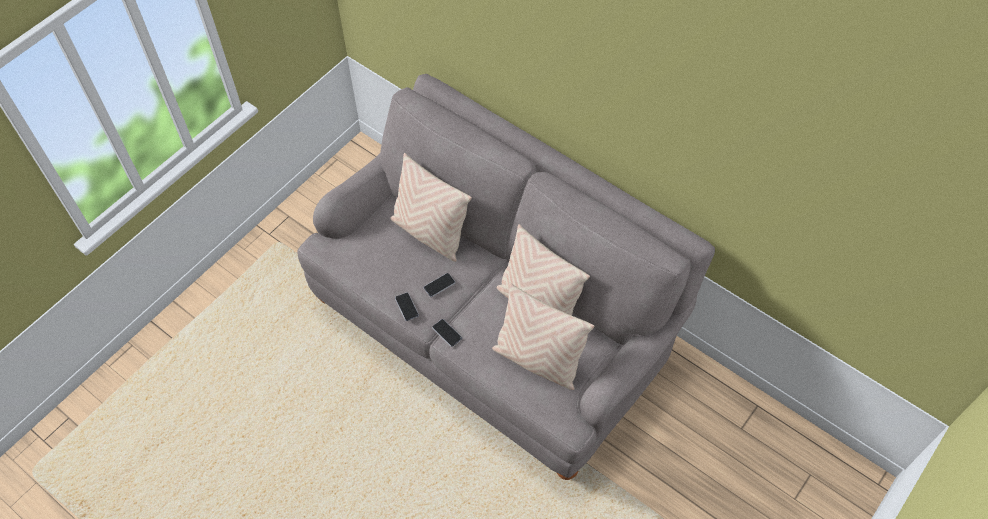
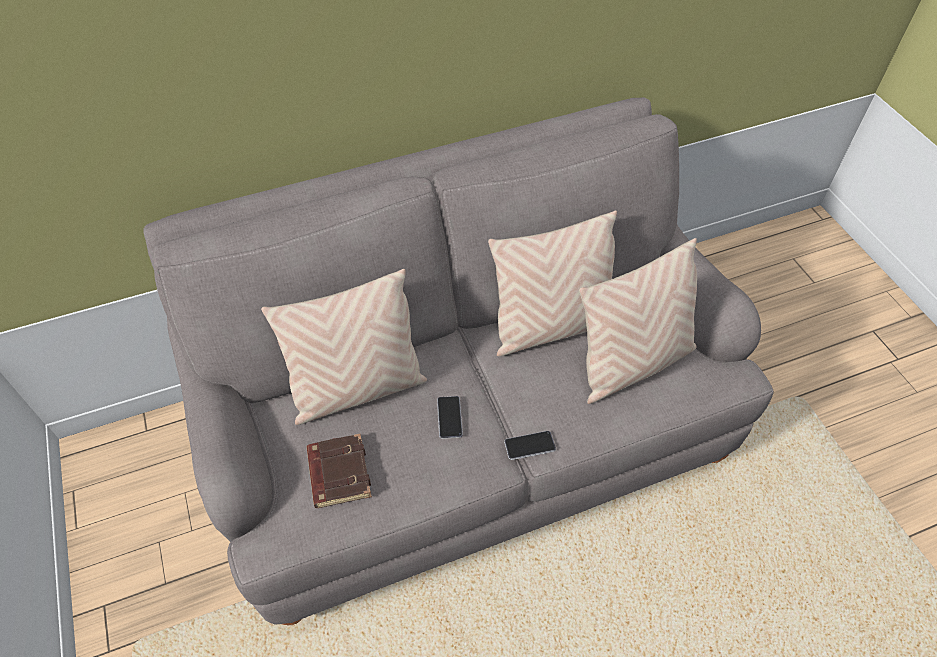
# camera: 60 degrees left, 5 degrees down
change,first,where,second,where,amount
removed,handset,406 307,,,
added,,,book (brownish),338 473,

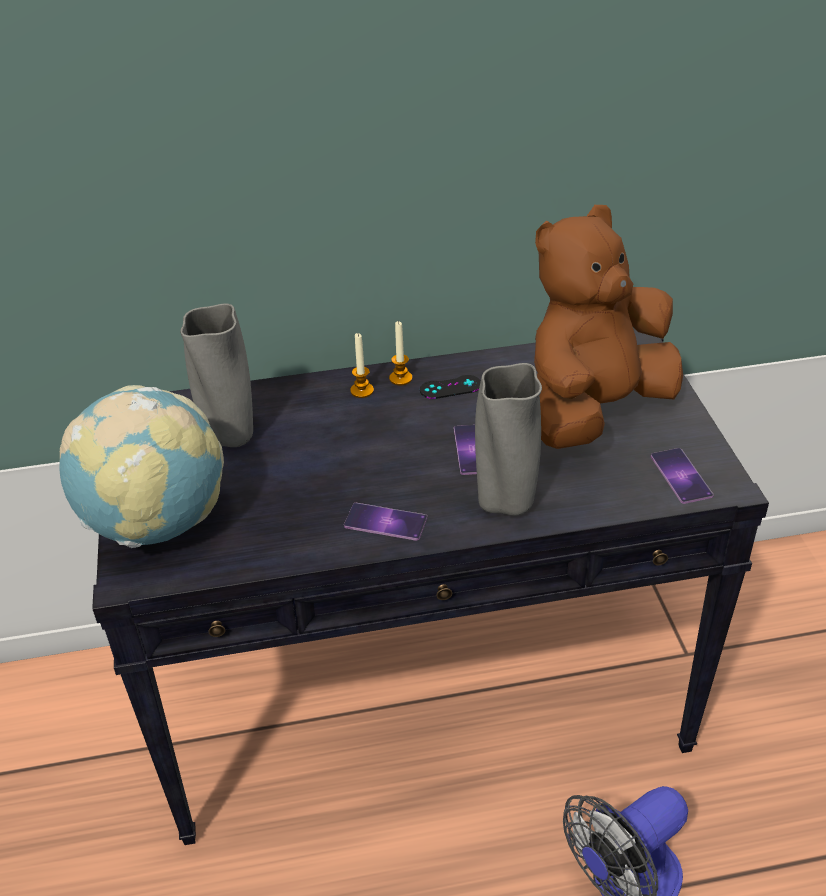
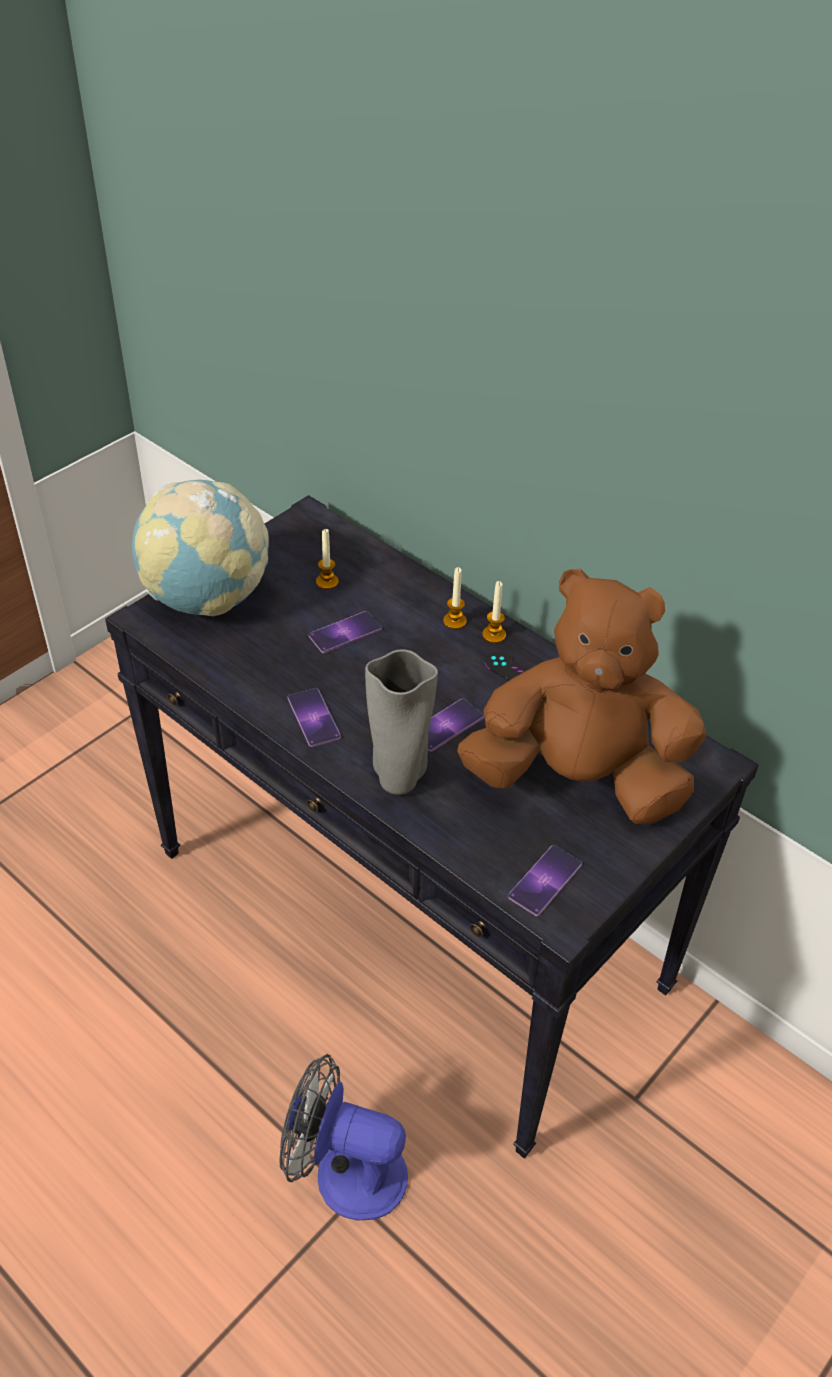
# camera: 50 degrees right, 5 degrees up
change,first,where,second,where,amount
added,,,handset,345 632,
replaced,decorative vase (greyish),229 438,candle,327 582,

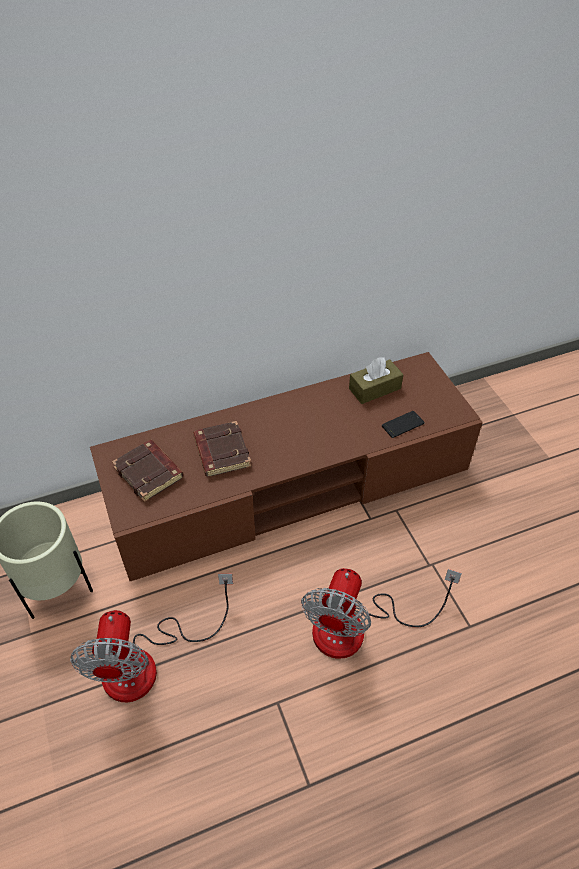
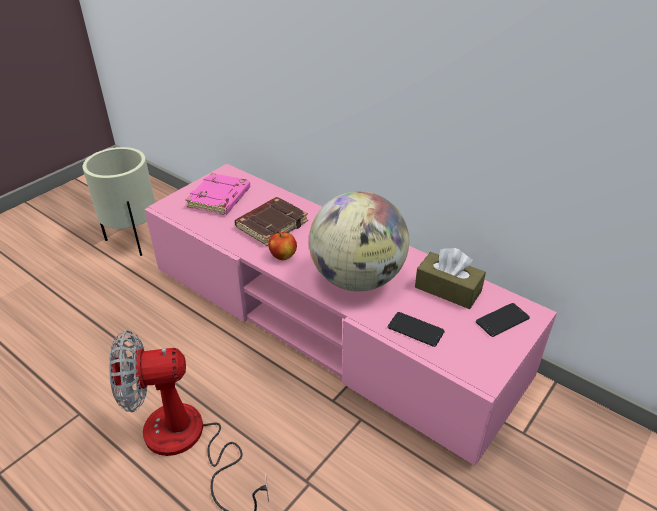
# camera: 60 degrees right, 10 degrees down
change,first,where,second,where,amount
removed,electric fan,148 662,,,
added,,,whole apple,283 256,
added,,,globe,357 279,
added,,,handset,502 320,
recoloured,media console (brownish),289 484,media console (pink-coloured),328 321,
recoloured,book (brownish),150 473,book (pink-coloured),220 199,

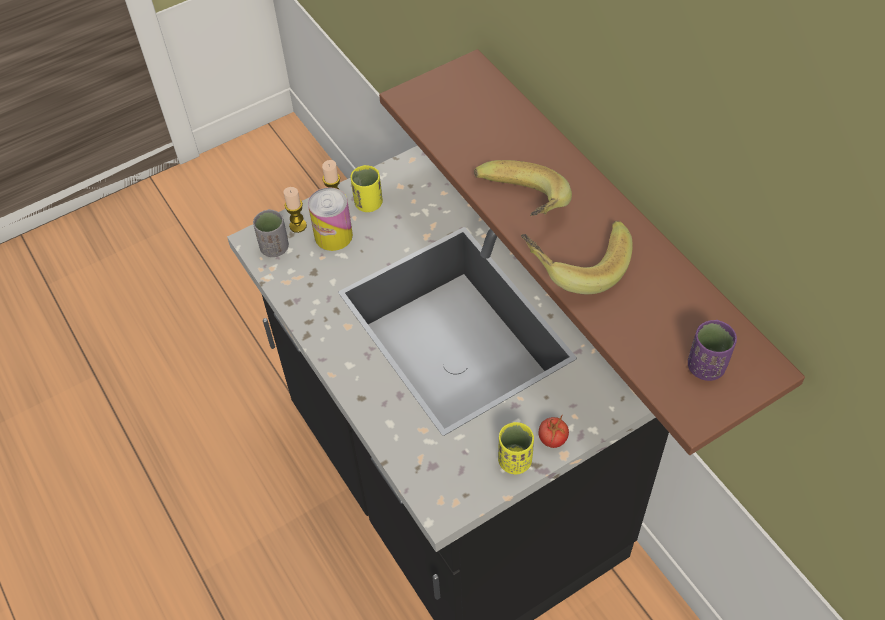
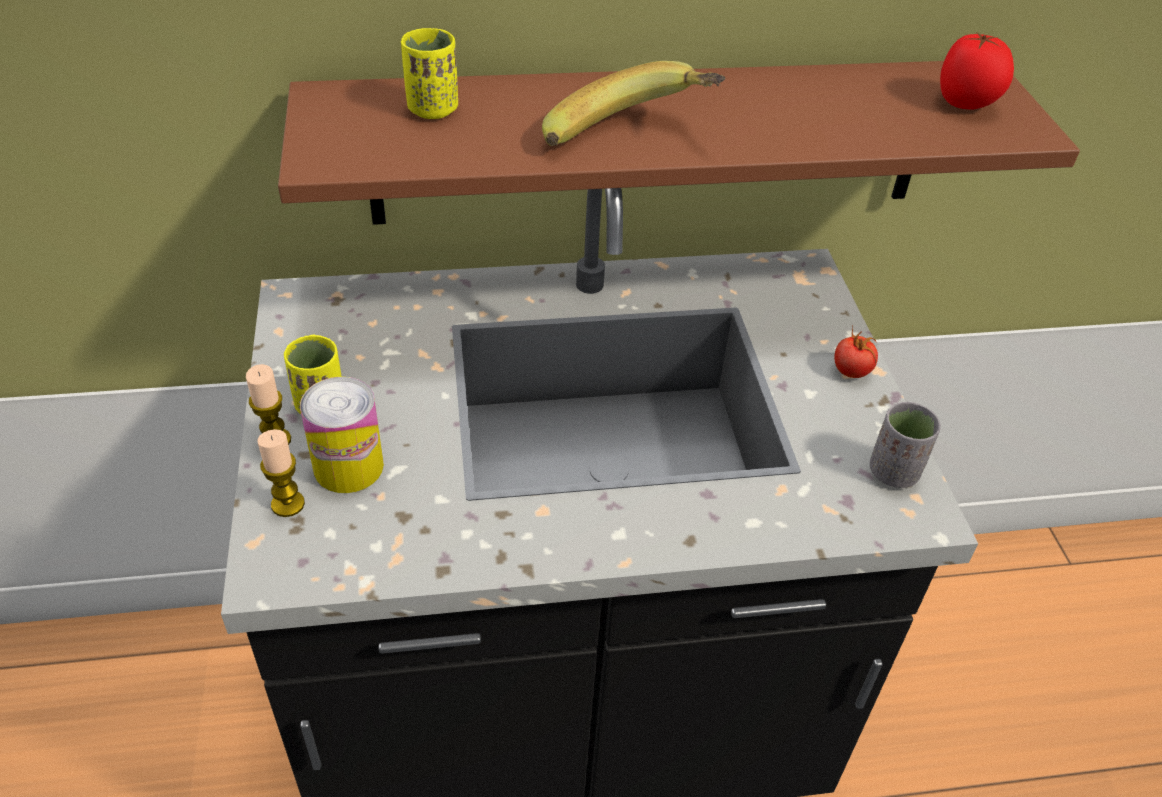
# camera: 70 degrees left, 10 degrees down
change,first,where,second,where,amount
removed,banana,575 264,,,
moved,cup (greyish),274 248,,894 472,
moved,cup (yellow),515 461,,432 109,
replaced,cup (purple),706 367,tomato,965 104,

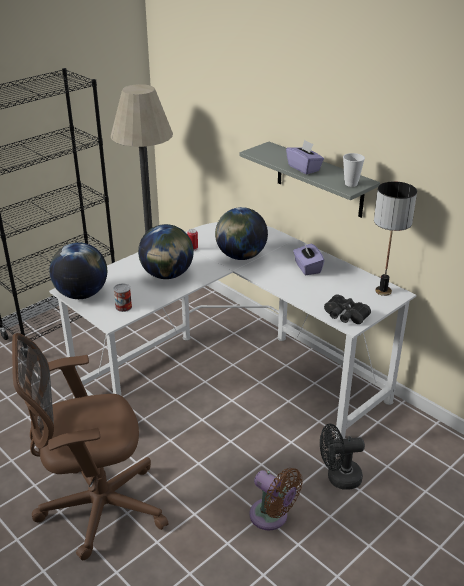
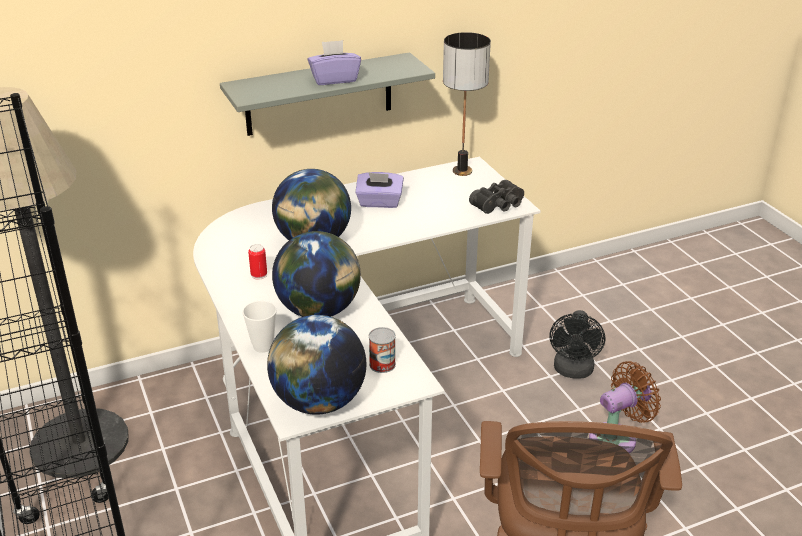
# camera: 70 degrees left, 0 degrees up
change,first,where,second,where,amount
moved,cup,351 184,,263 346,

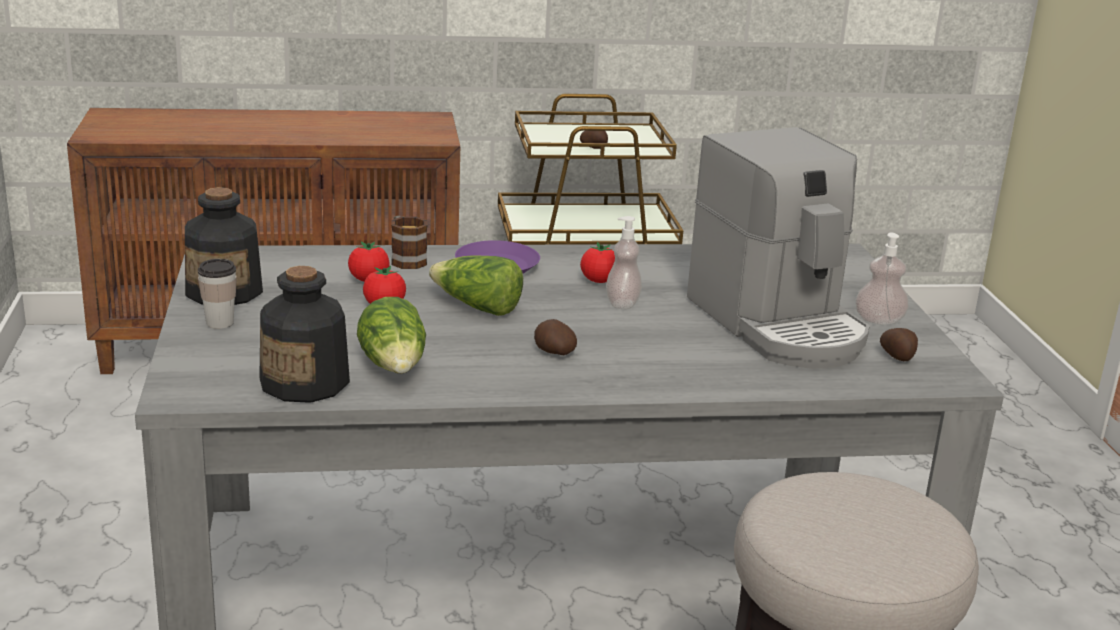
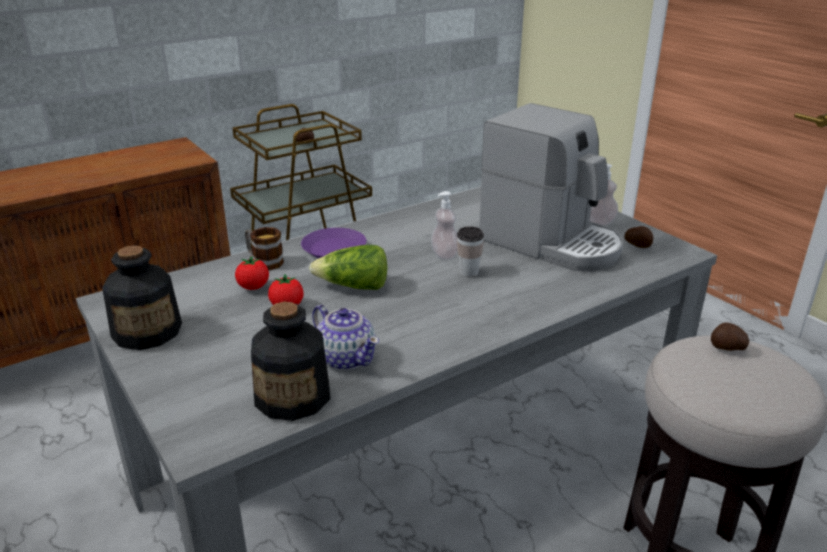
# camera: 25 degrees left, 5 degrees up
change,first,where,second,where,amount
removed,tomato,599 281,,,
moved,cup,220 323,,468 272,
moved,whole potato,553 353,,726 348,
replaced,head of lettuce,394 367,pot for tea,346 358,

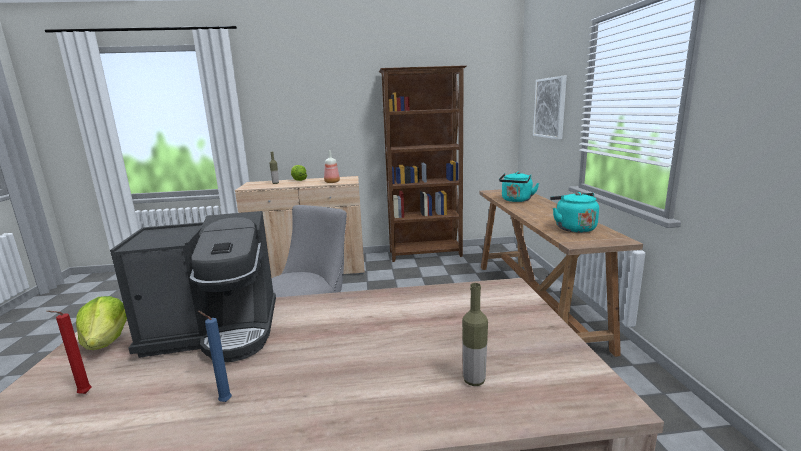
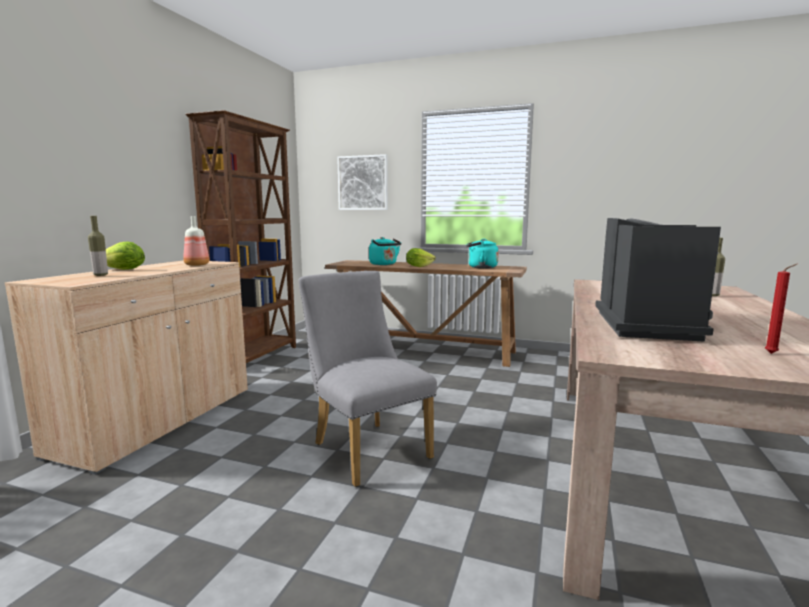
# camera: 65 degrees left, 5 degrees down
change,first,where,second,where,amount
removed,candle (blue-coloured),223 401,,,
moved,head of lettuce,107 342,,418 266,

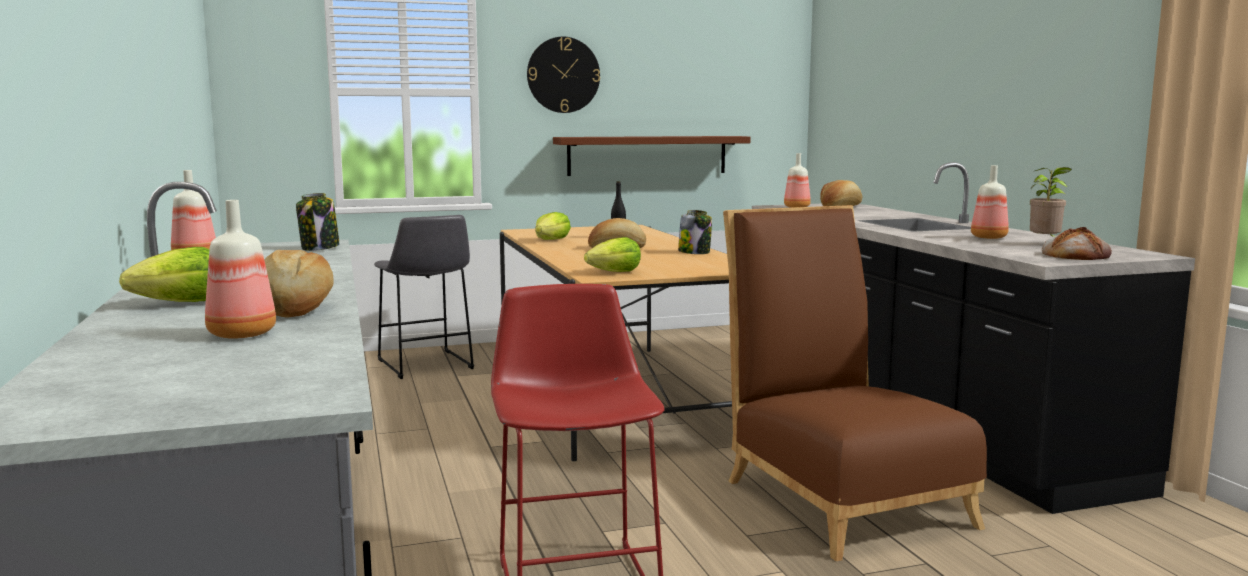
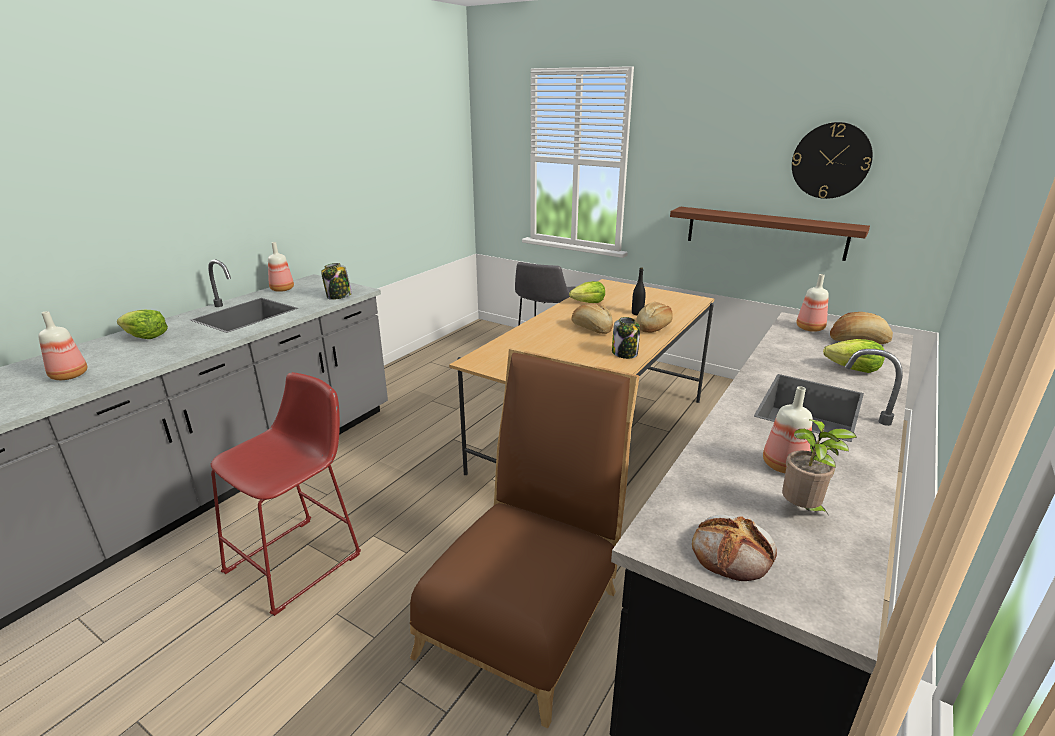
# camera: 50 degrees right, 15 degrees up
change,first,where,second,where,amount
moved,bread,293 309,,653 327,
moved,wall clock,563 75,,831 161,
moved,head of lettuce,615 272,,853 369,

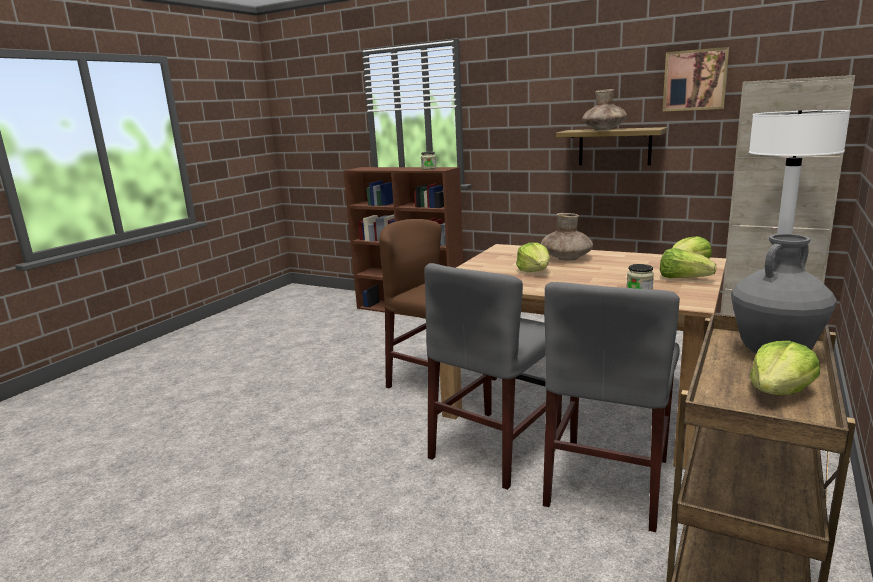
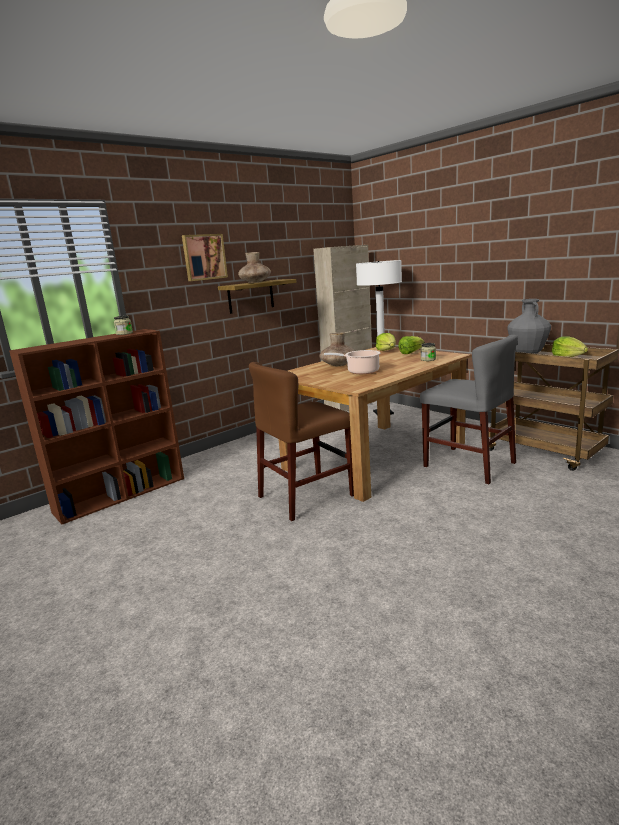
# camera: 70 degrees left, 0 degrees up
change,first,where,second,where,amount
removed,upright chair (greyish),496 446,,,
moved,wall picture,695 80,,204 257,
replaced,head of lettuce,534 271,stockpot,360 371,

